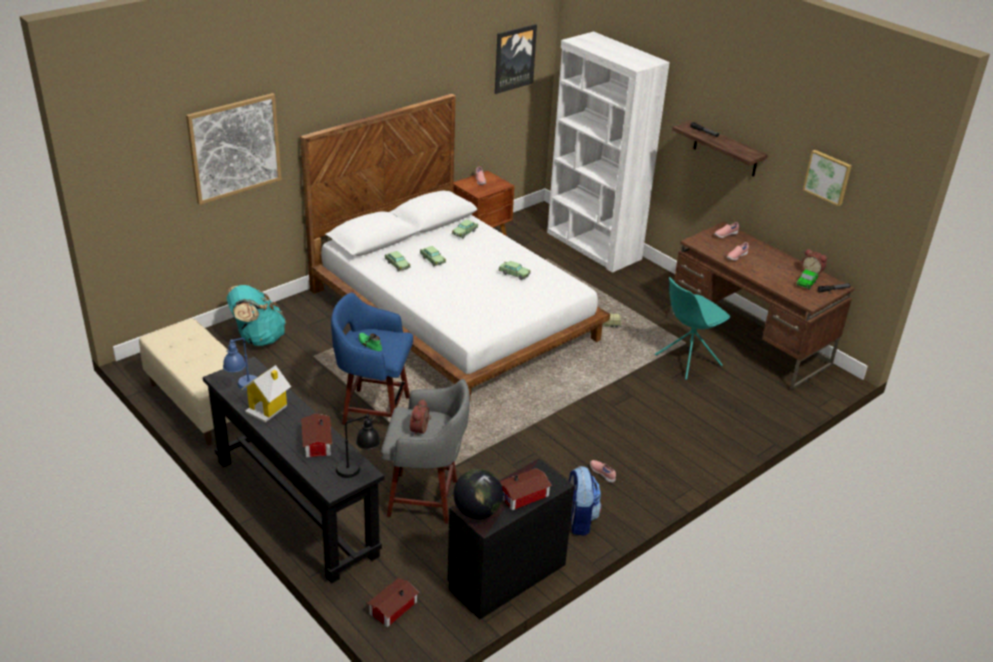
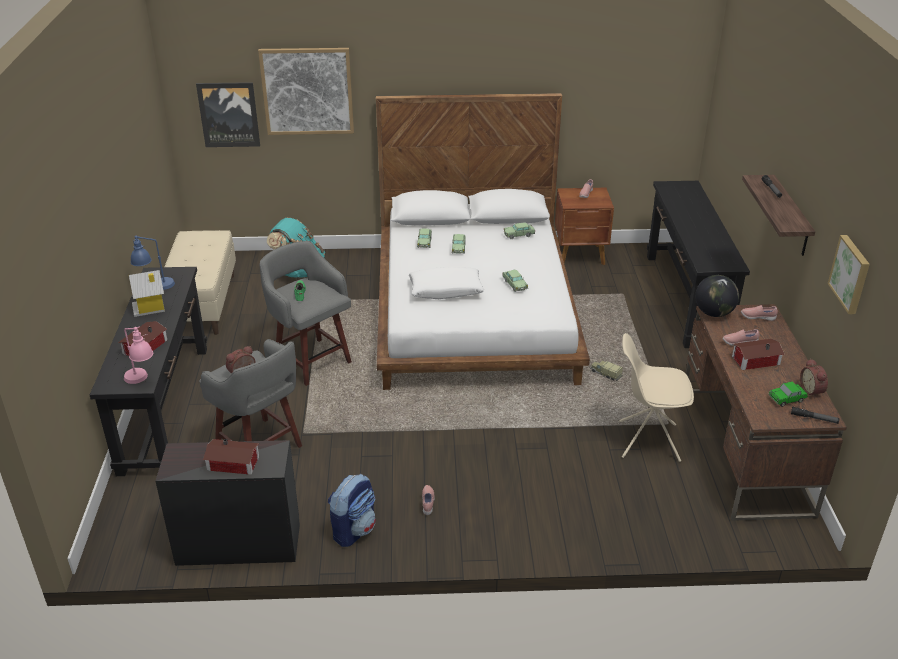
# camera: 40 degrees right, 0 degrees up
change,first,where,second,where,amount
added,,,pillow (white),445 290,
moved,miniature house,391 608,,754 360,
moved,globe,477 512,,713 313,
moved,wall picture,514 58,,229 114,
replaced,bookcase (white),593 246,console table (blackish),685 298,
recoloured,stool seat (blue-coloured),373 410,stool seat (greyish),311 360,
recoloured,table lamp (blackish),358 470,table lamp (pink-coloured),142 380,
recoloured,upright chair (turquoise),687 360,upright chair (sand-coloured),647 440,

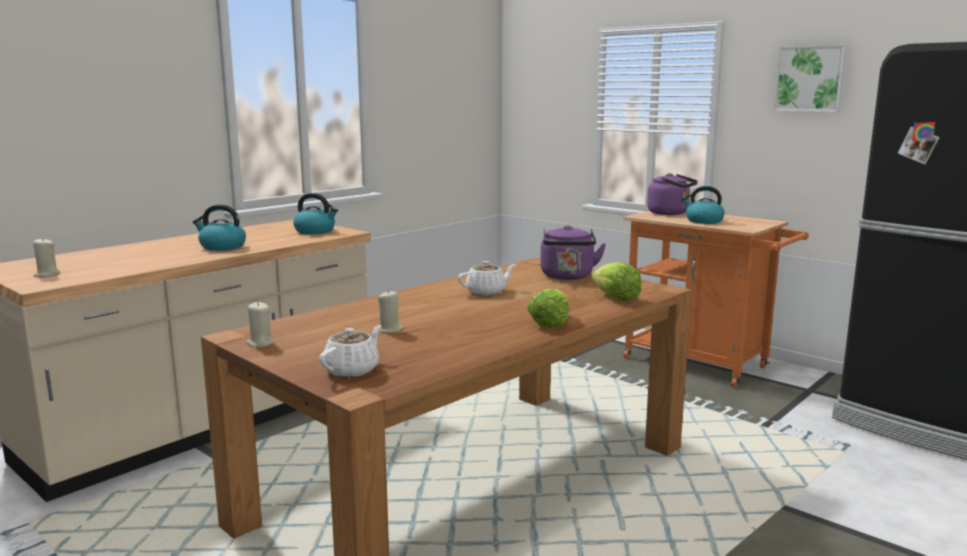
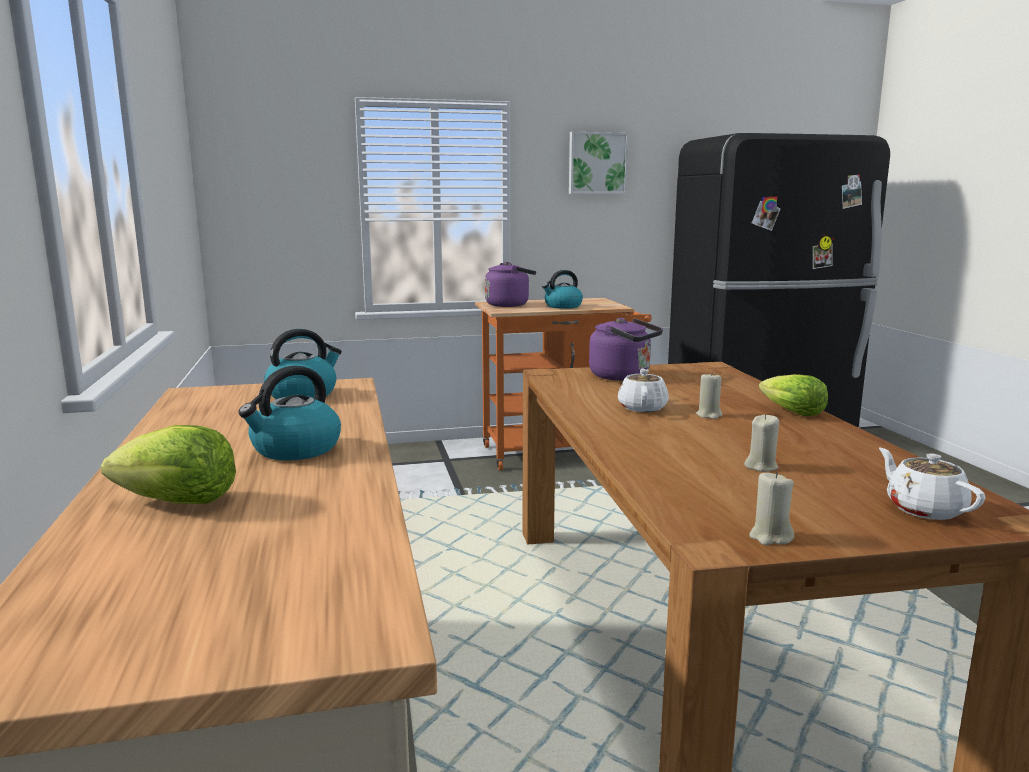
# camera: 55 degrees left, 0 degrees up
change,first,where,second,where,amount
moved,candle (sand-coloured),47 274,,709 415,
moved,head of lettuce,615 298,,178 502,

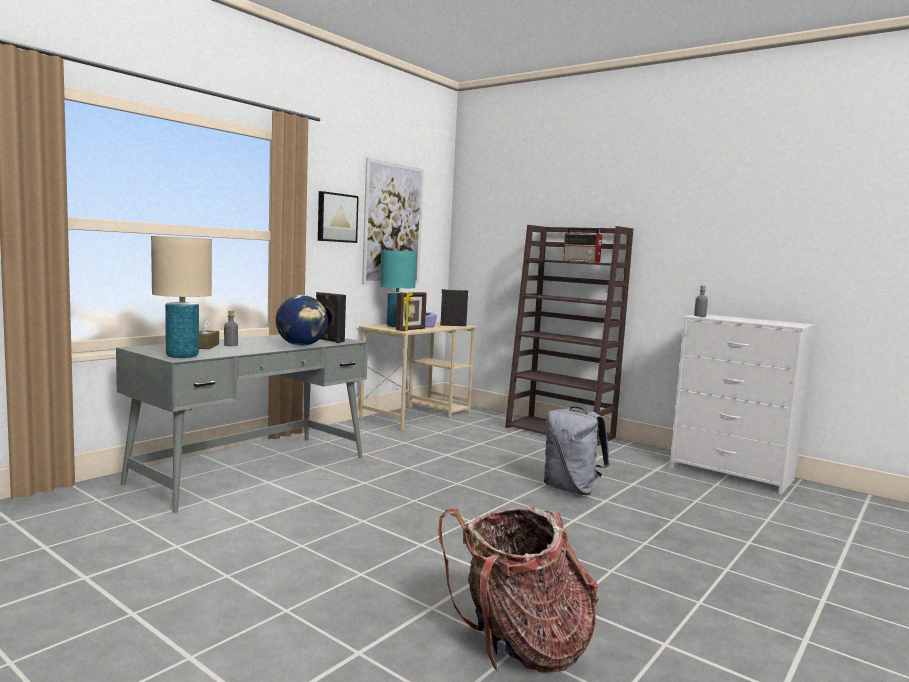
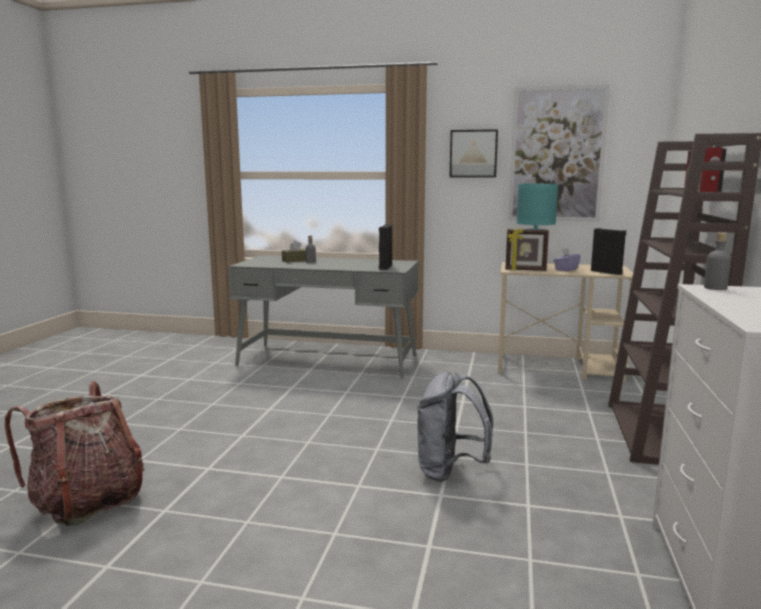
# camera: 65 degrees right, 5 degrees up
change,first,where,second,where,amount
removed,table lamp (sand-coloured),182 356,,,
removed,globe,301 345,,,

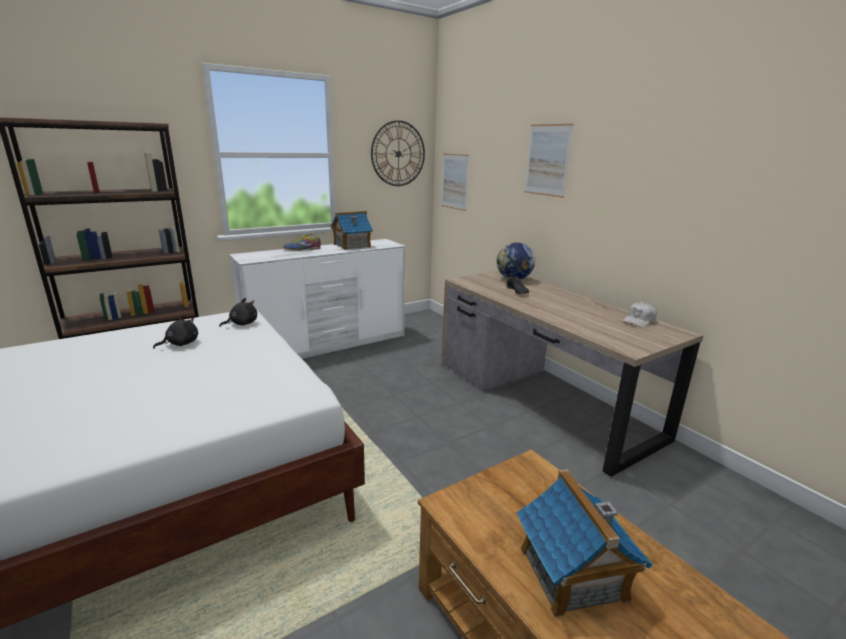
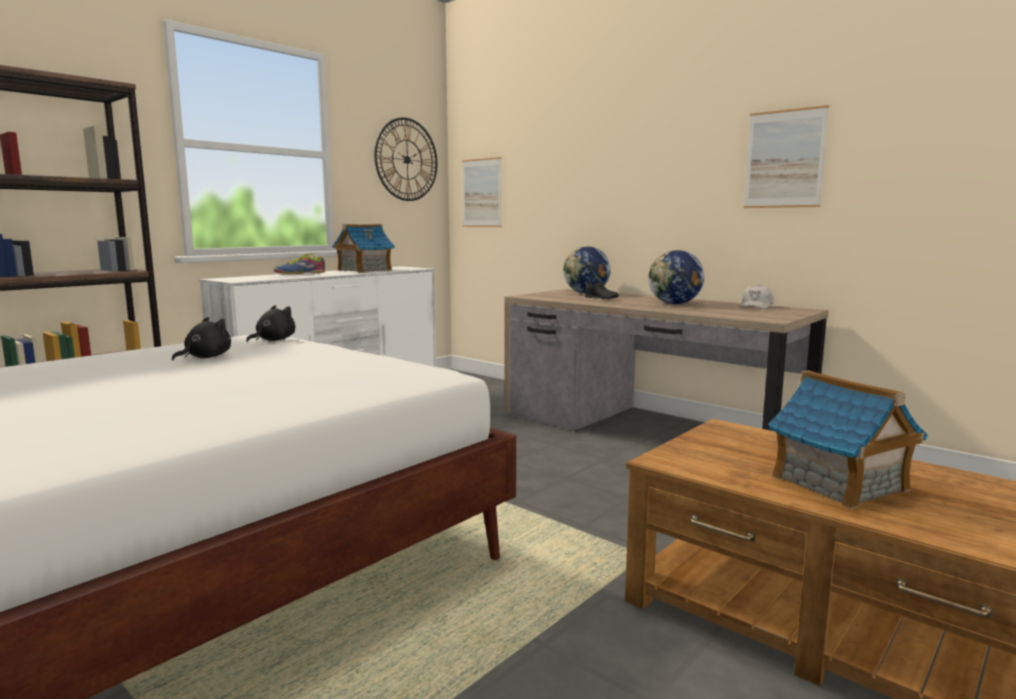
# camera: 15 degrees left, 10 degrees down
change,first,where,second,where,amount
added,,,globe,674 304,
moved,wall picture,547 160,,784 159,

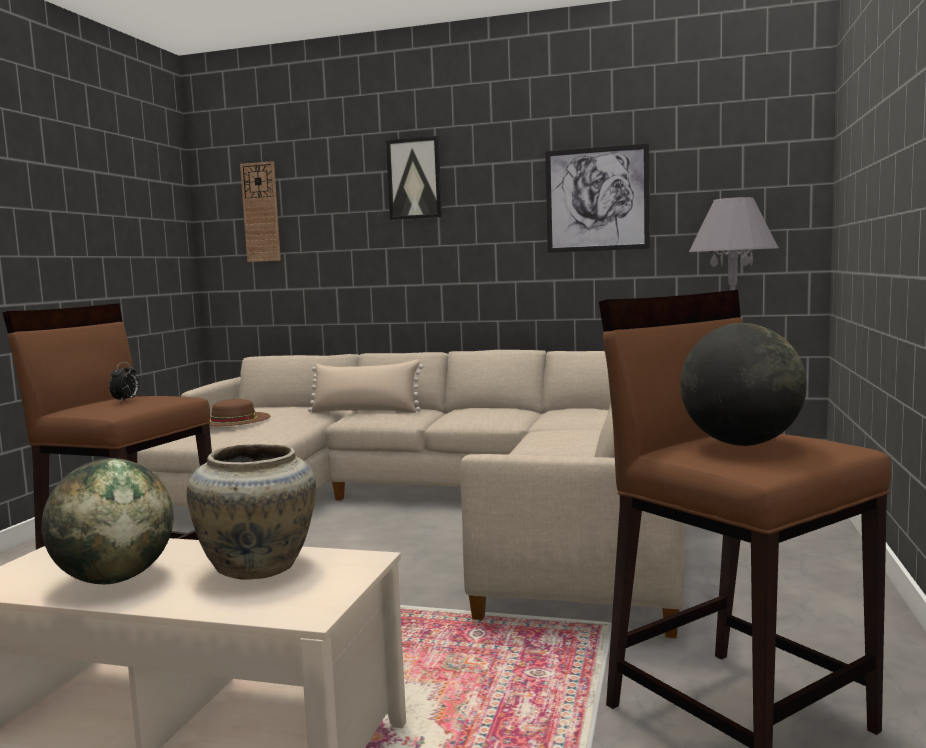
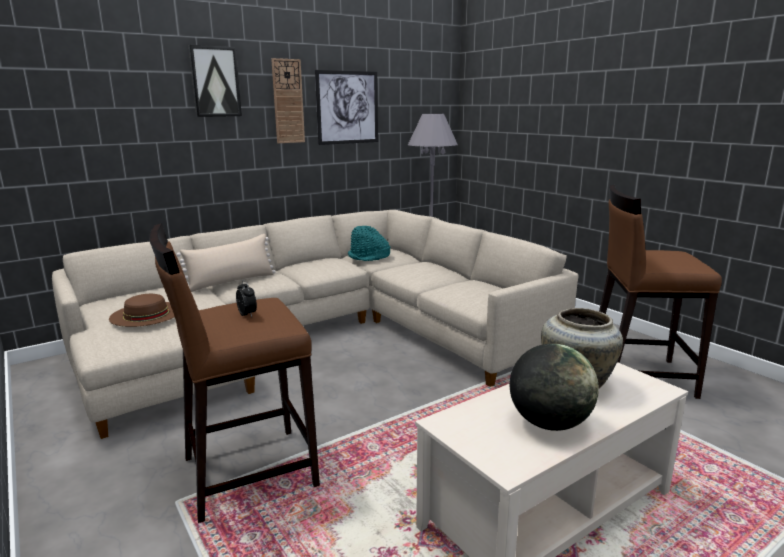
# camera: 50 degrees left, 10 degrees up
change,first,where,second,where,amount
removed,globe,741 444,,,
added,,,hat (turquoise),369 257,
moved,wall clock,261 212,,288 101,

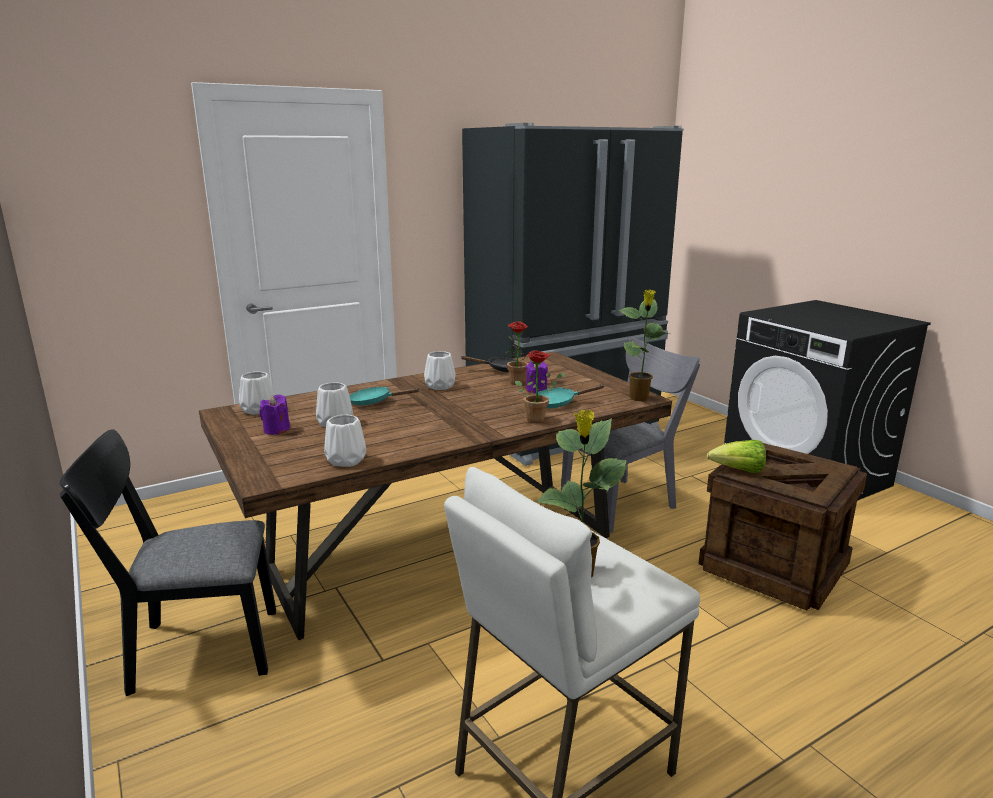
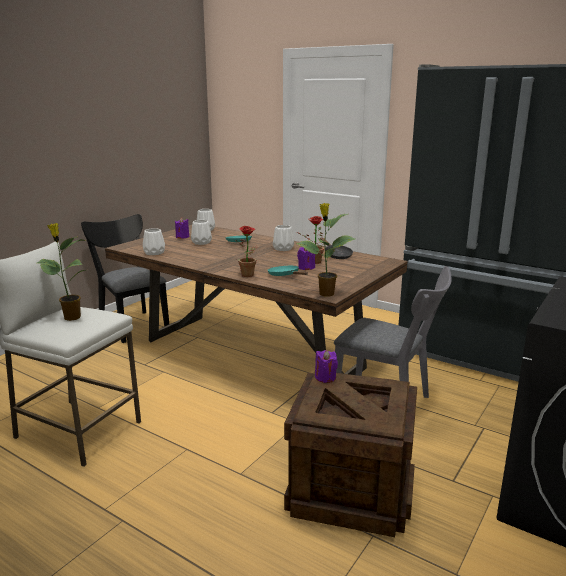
# camera: 65 degrees right, 0 degrees up
change,first,where,second,where,amount
replaced,head of lettuce,738 471,candle (purple),325 377,

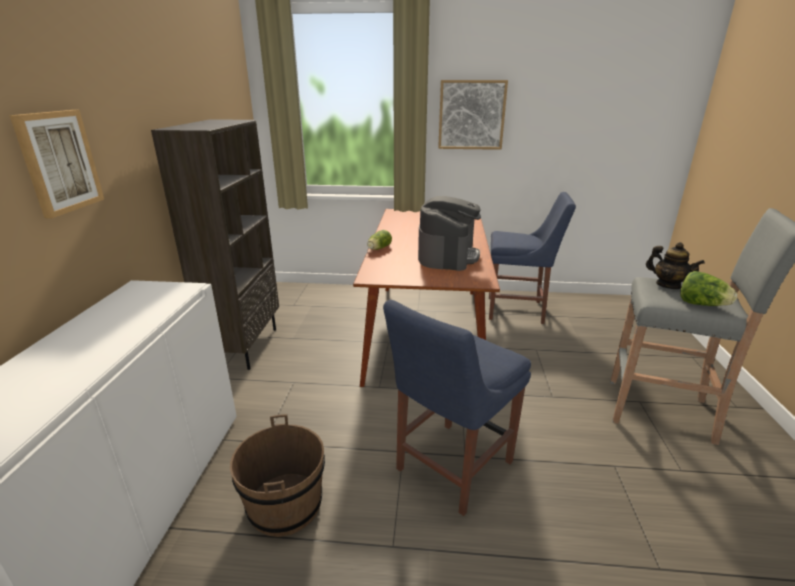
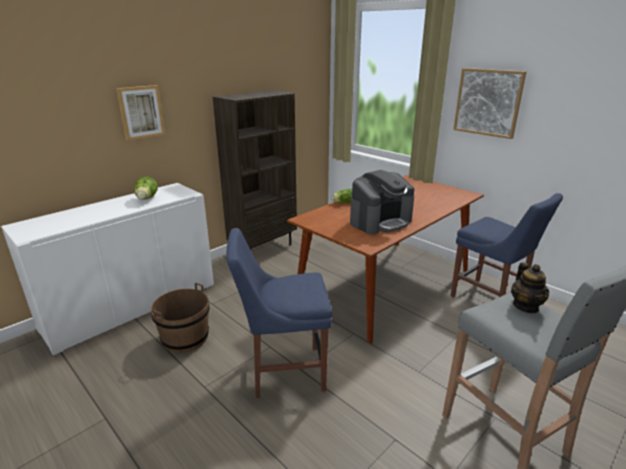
# camera: 40 degrees right, 0 degrees up
change,first,where,second,where,amount
moved,head of lettuce,701 304,,146 199,

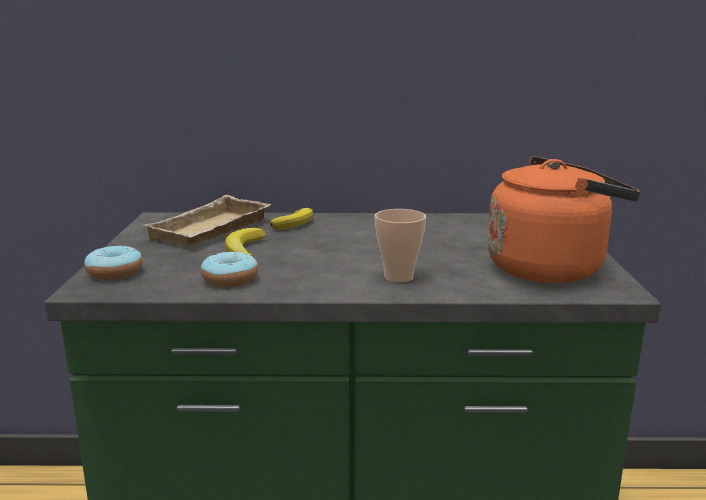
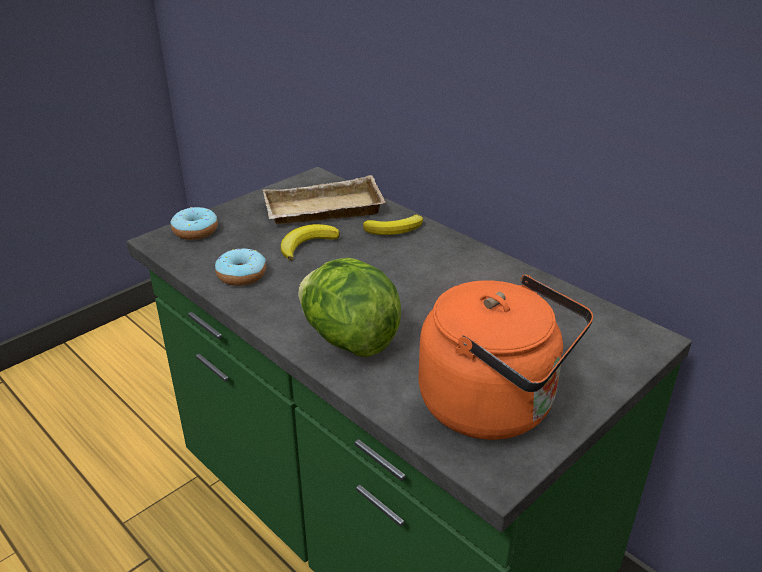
# camera: 45 degrees right, 15 degrees up
change,first,where,second,where,amount
replaced,cup,398 277,head of lettuce,348 339,

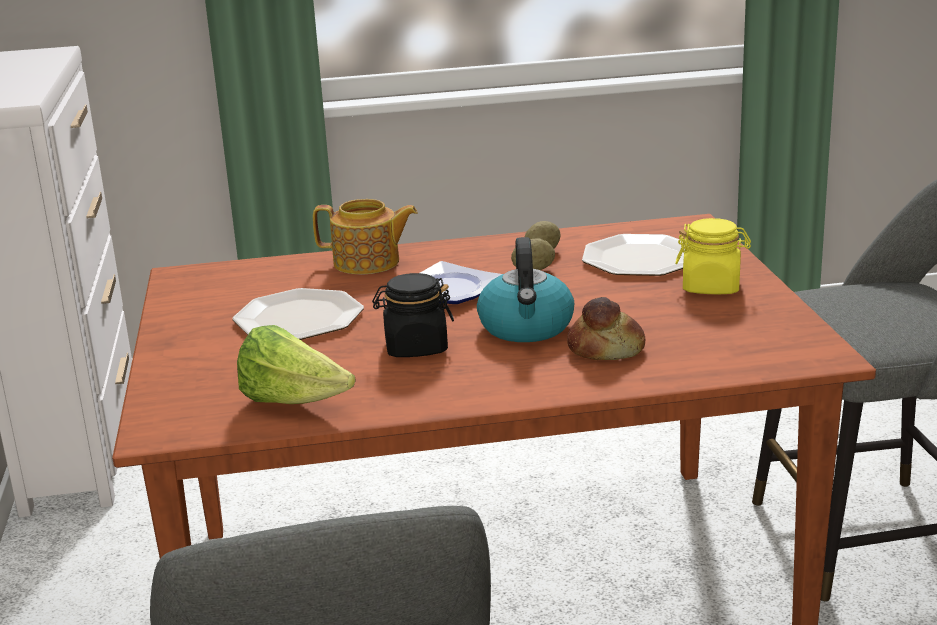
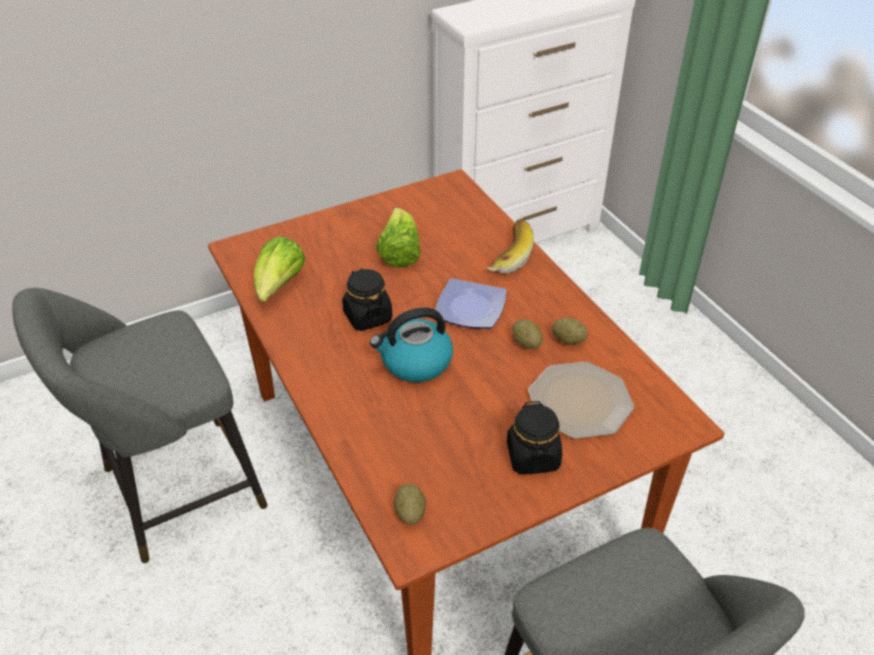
# camera: 70 degrees right, 20 degrees up
change,first,where,second,where,amount
removed,bread,606 348,,,
added,,,whole potato,410 513,
replaced,dinner plate,299 318,head of lettuce,399 253,
replaced,pot for tea,368 263,banana,506 256,
recoloured,storage jar (yellow),711 287,storage jar (blackish),533 457,

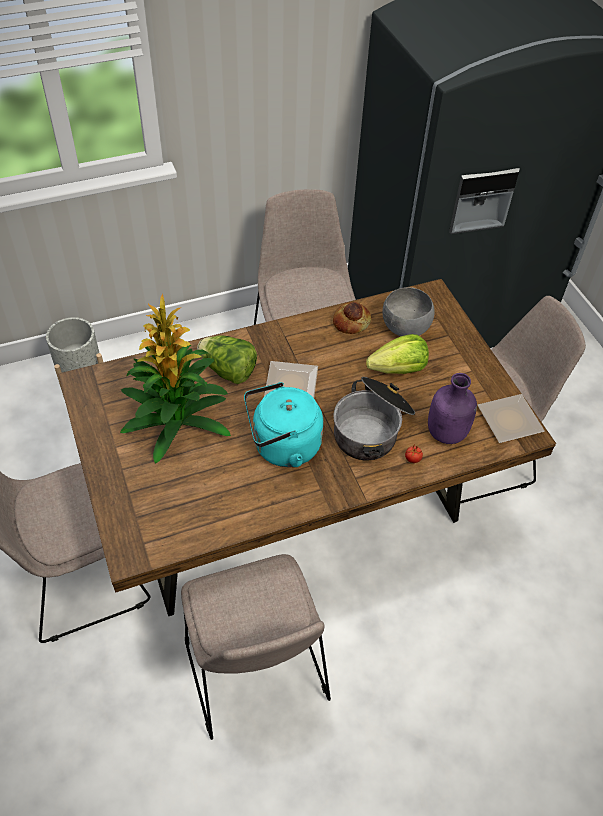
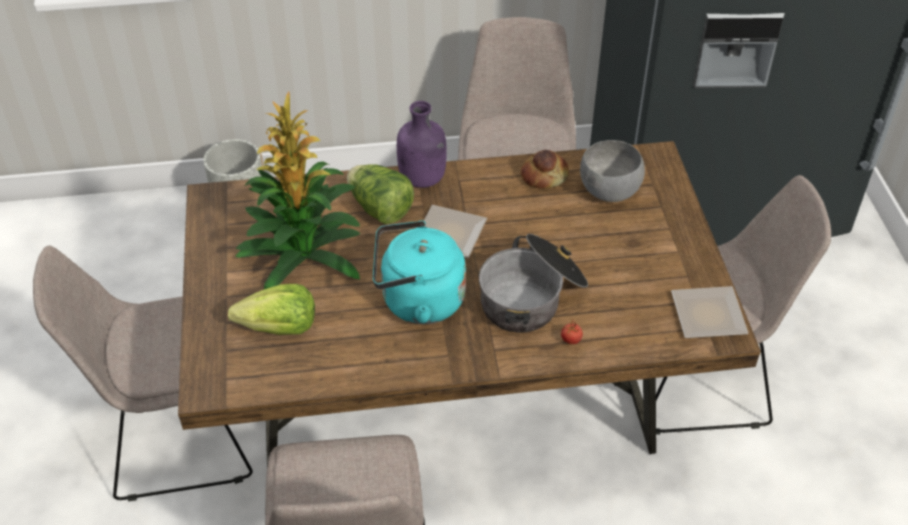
# camera: 15 degrees right, 5 degrees down
change,first,where,second,where,amount
moved,head of lettuce,398 369,,279 328,
moved,beverage bottle (purple),447 433,,423 179,

